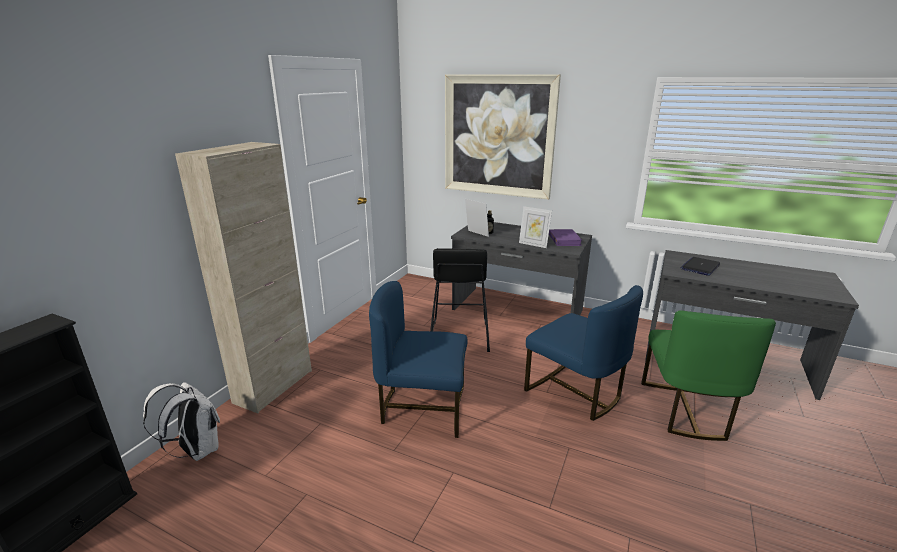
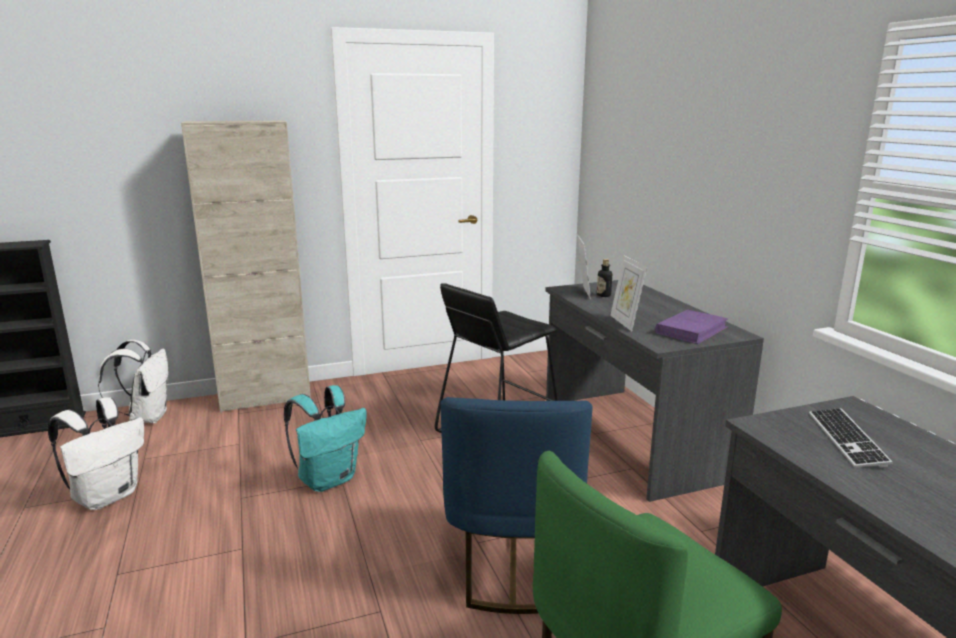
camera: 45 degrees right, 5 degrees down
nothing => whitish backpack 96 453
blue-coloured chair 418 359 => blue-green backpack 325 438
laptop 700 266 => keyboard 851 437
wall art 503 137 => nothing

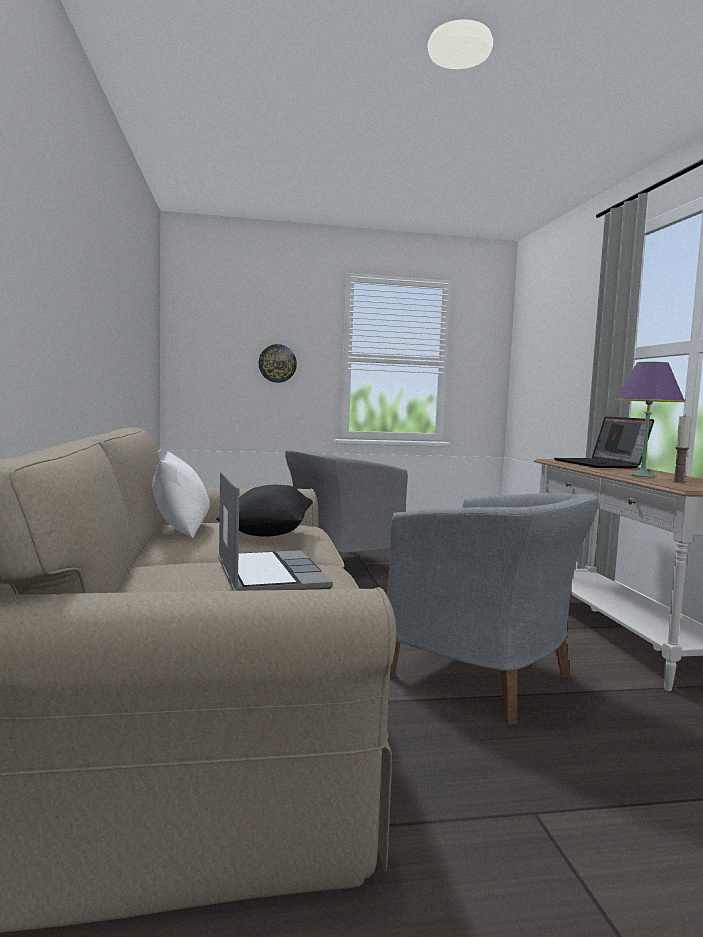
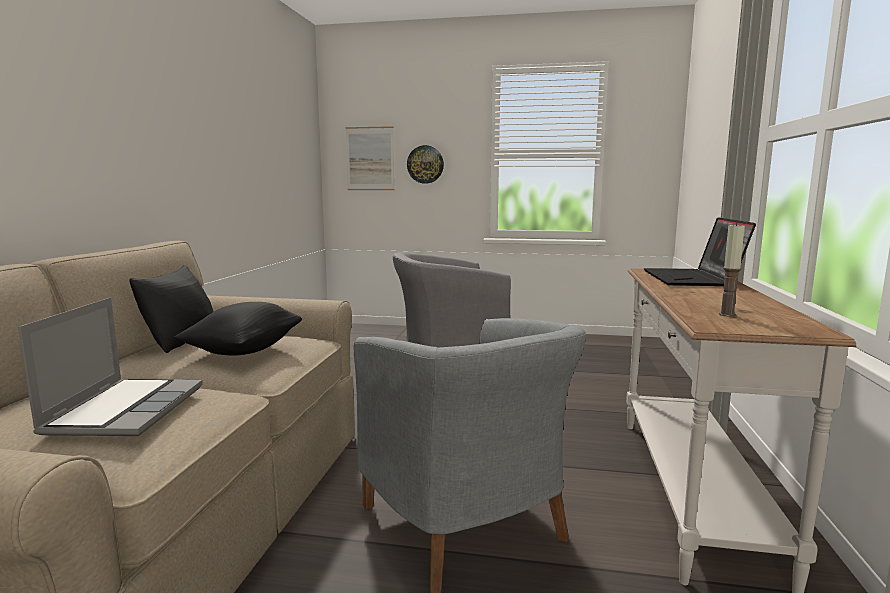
camera: 20 degrees right, 5 degrees up
whitish pillow 181 494 => black-coloured pillow 171 309
nothing => wall art 370 158
purple tabletop lamp 650 419 => nothing

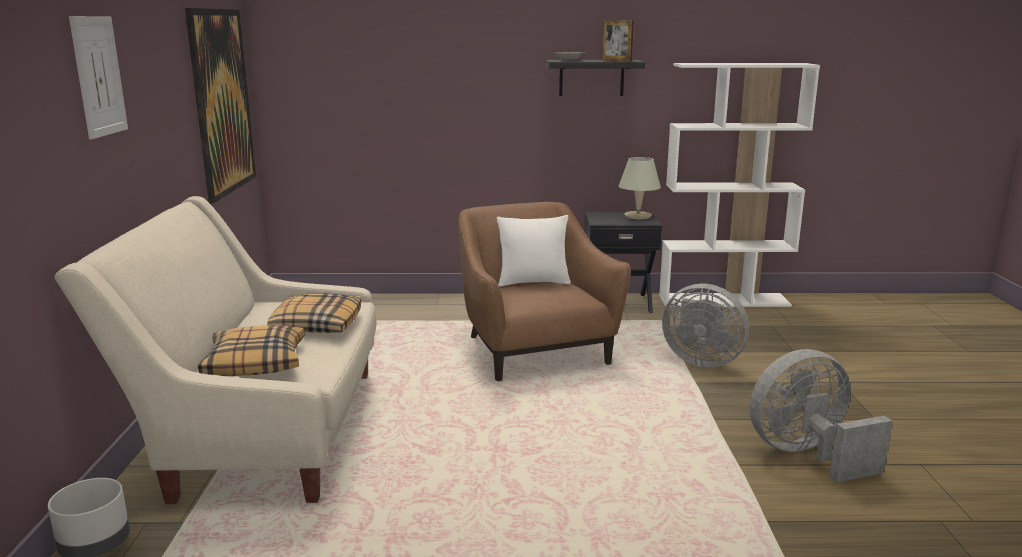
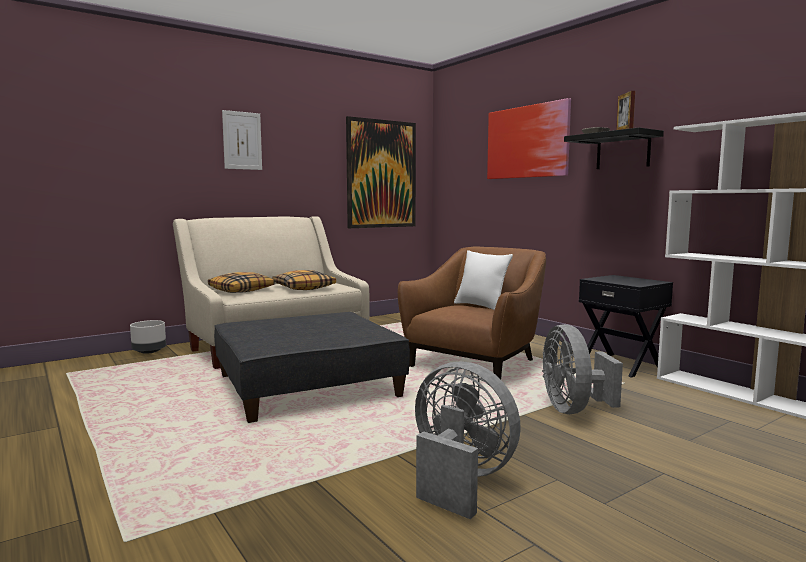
camera: 55 degrees right, 10 degrees down
nothing => gray ottoman 312 367
nothing => wall art 529 138
beige-coloured tabletop lamp 640 188 => nothing

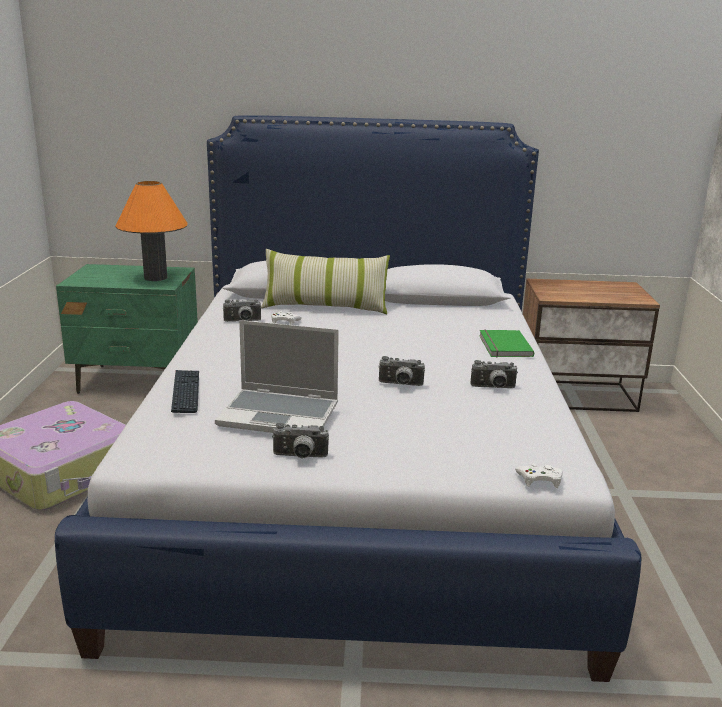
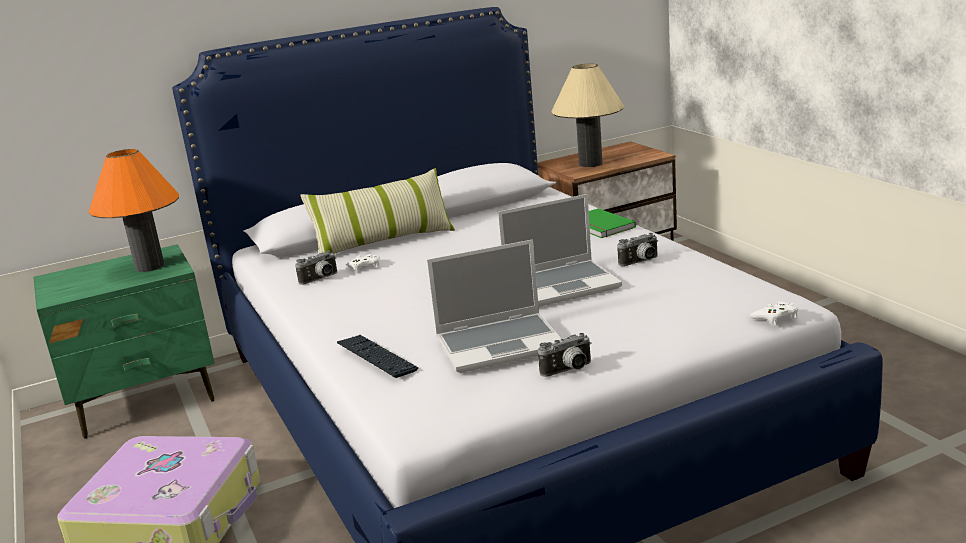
camera: 25 degrees left, 0 degrees up
photo camera 401 371 => laptop 560 250
nothing => beige-coloured tabletop lamp 587 115

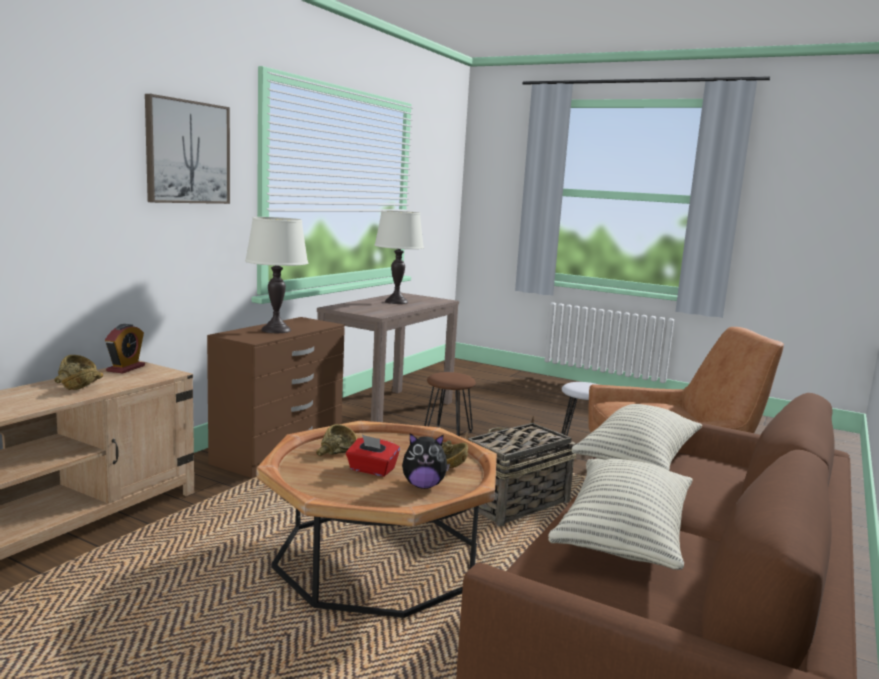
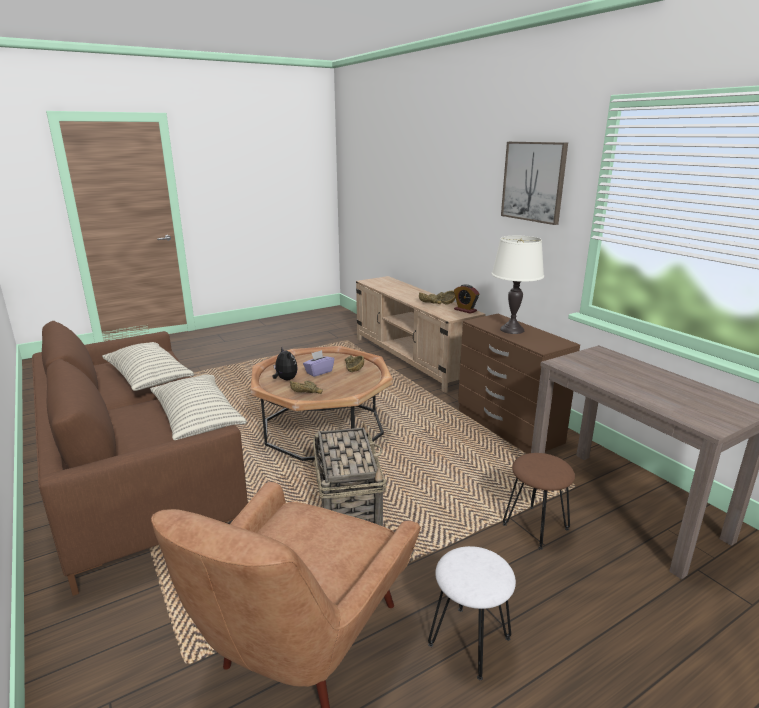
camera: 120 degrees right, 10 degrees up
plush toy 426 461 => plush toy 285 363, 120 degrees clockwise
red tissue box 373 456 => purple tissue box 318 363
whitish tabletop lamp 399 257 => nothing

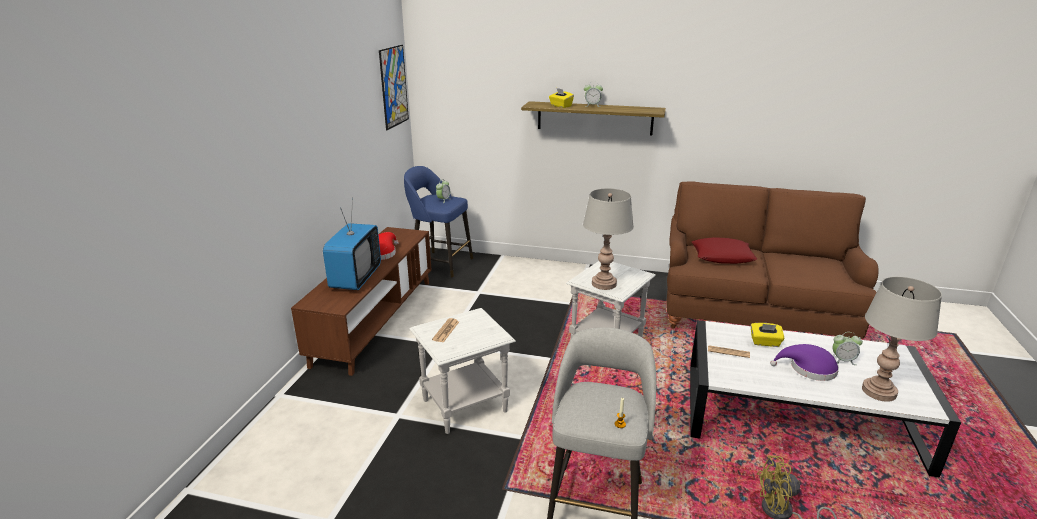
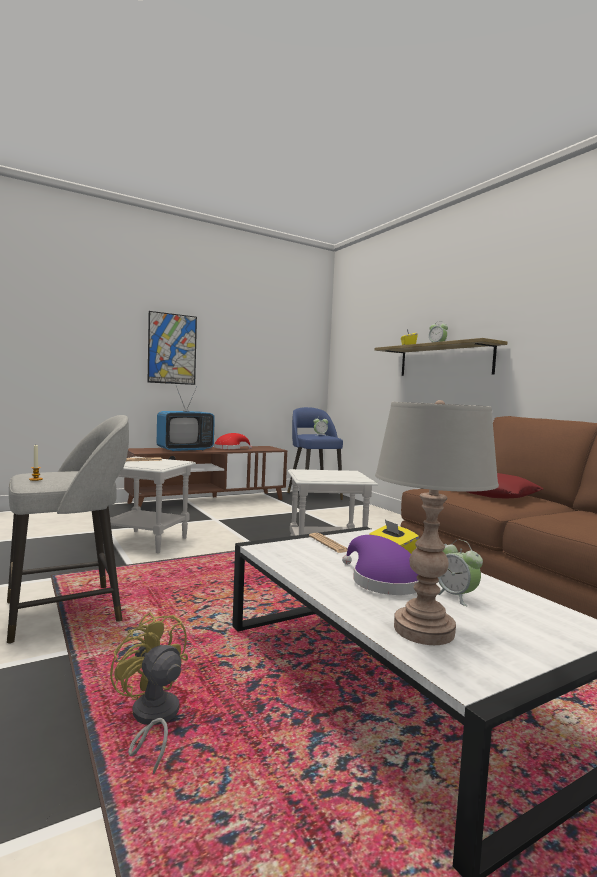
camera: 45 degrees right, 20 degrees down
wall art 394 87 => wall art 172 348, move
gray tabletop lamp 608 239 => nothing

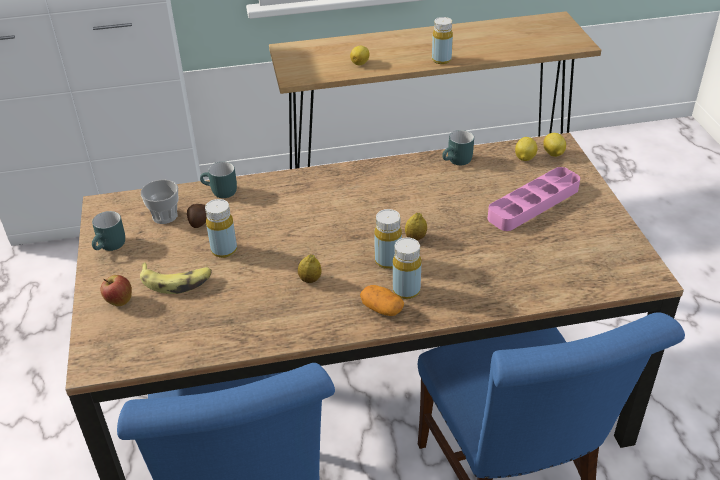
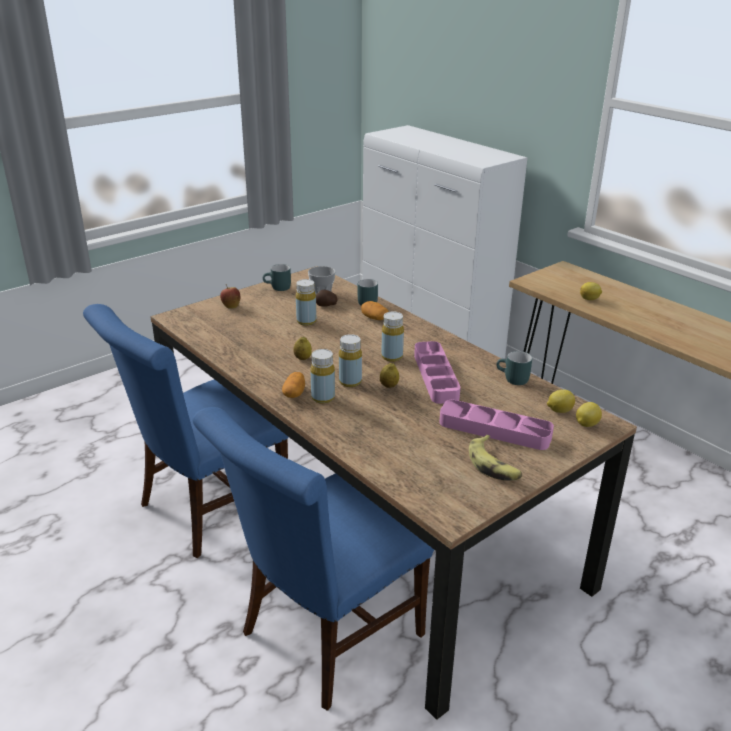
camera: 60 degrees right, 10 degrees down
nothing => spud 375 310
yellowish beverage bottle 442 40 => yellowish beverage bottle 392 336, move
nothing => pinkish serving tray 437 372
whole banana 176 278 => whole banana 495 458, move

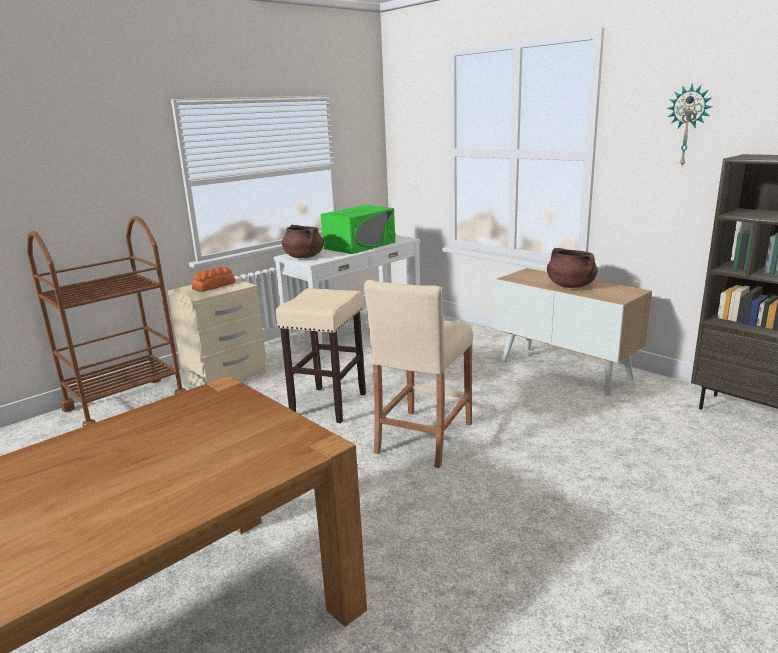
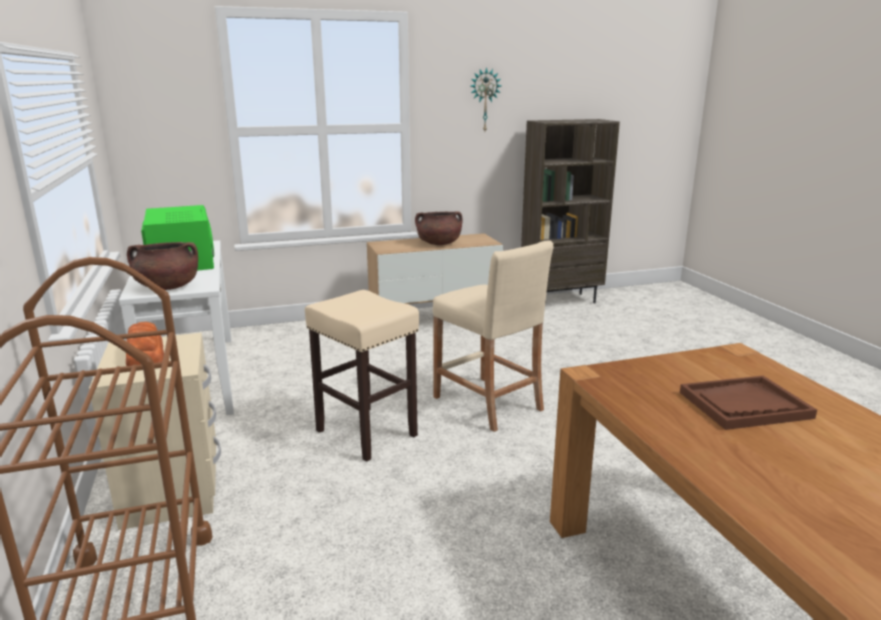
camera: 65 degrees left, 0 degrees up
nothing => brownish serving tray 748 403

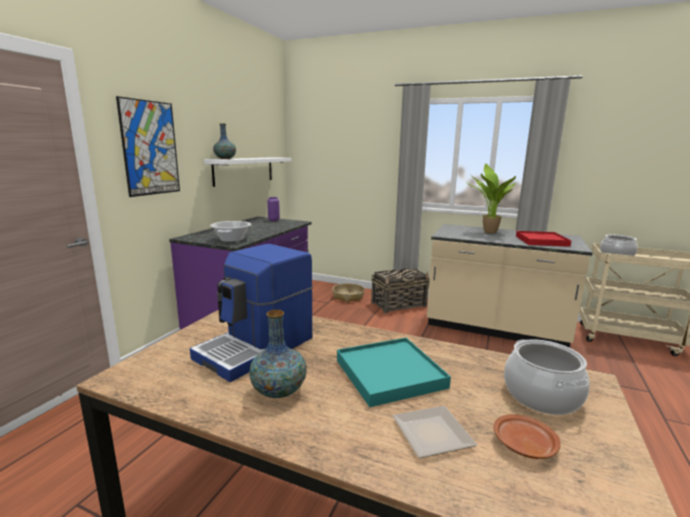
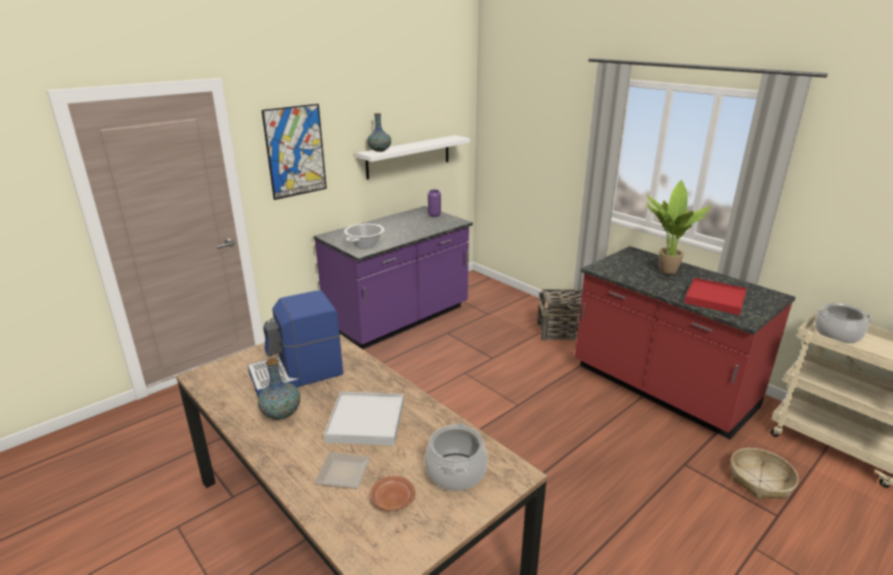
camera: 25 degrees right, 10 degrees up
blue-green serving tray 394 372 => whitish serving tray 364 419
beige-coloured kitchen base unit 510 286 => red kitchen base unit 685 343
basket 348 292 => basket 765 473, move

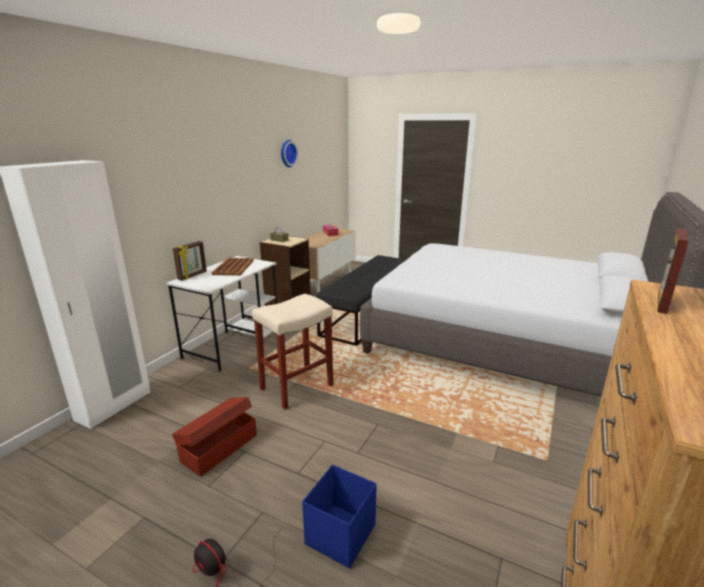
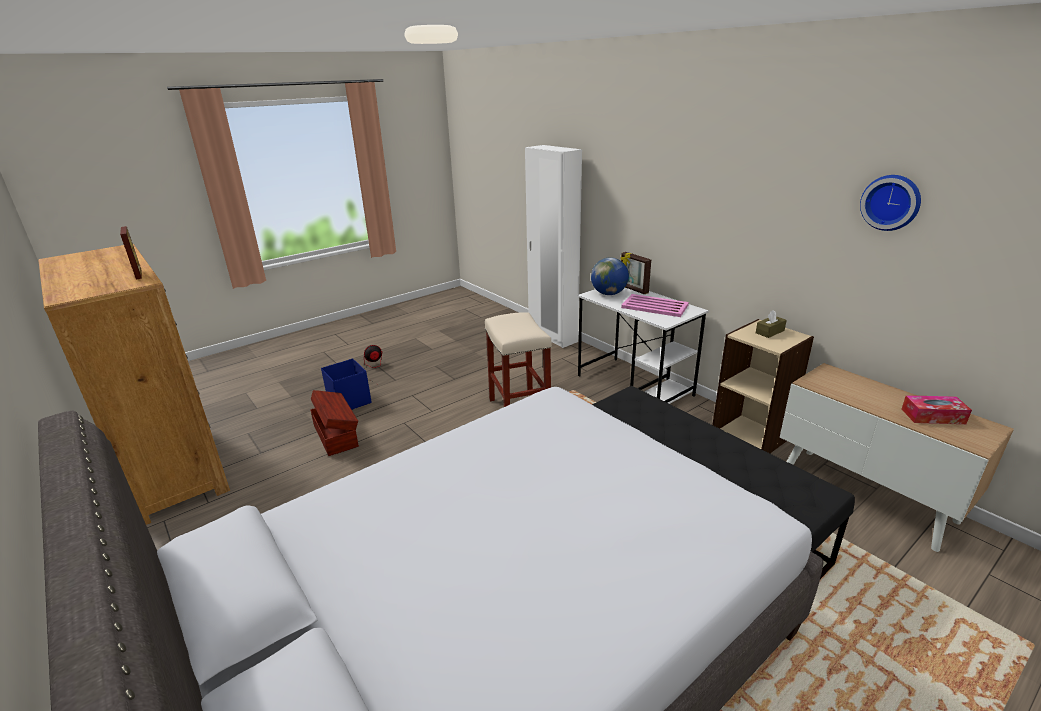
camera: 115 degrees right, 5 degrees up
brownish storage box 214 437 => brownish storage box 334 423, move
nothing => desk globe 610 276
brownish serving tray 233 267 => pinkish serving tray 655 305

